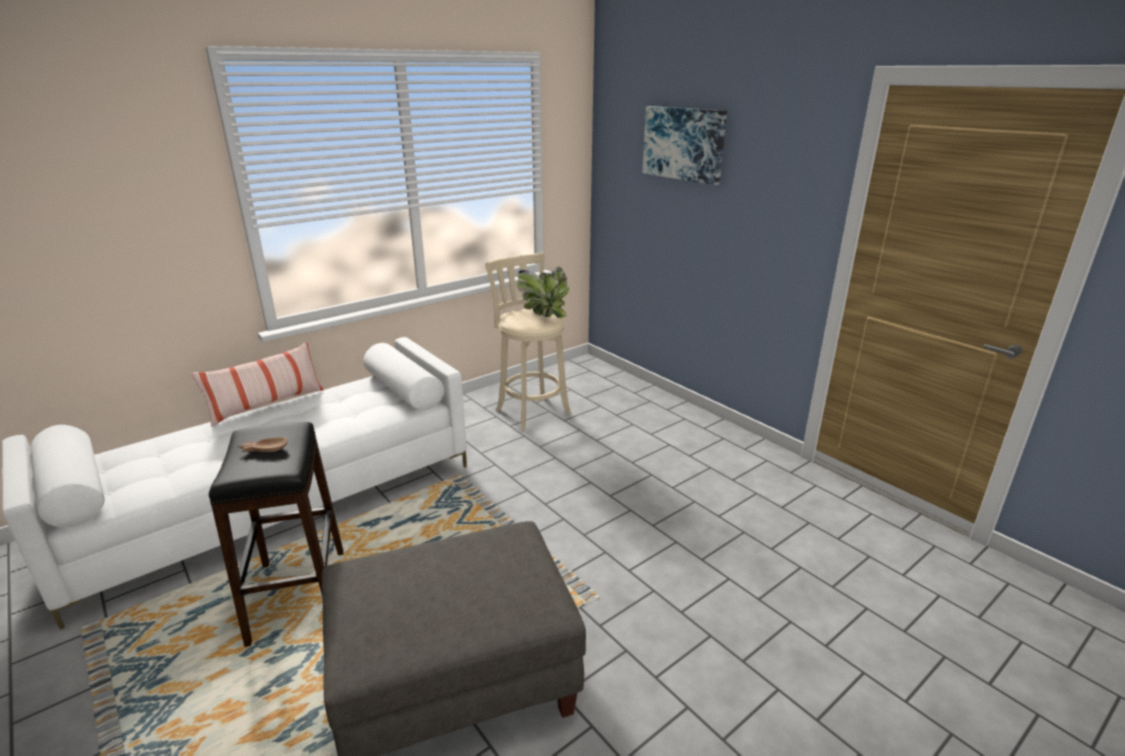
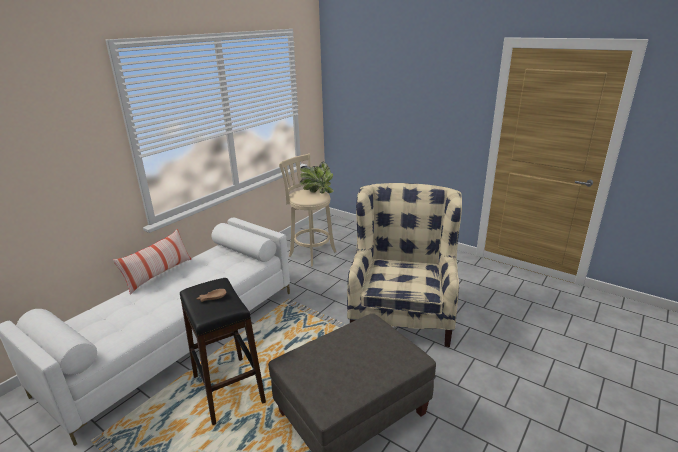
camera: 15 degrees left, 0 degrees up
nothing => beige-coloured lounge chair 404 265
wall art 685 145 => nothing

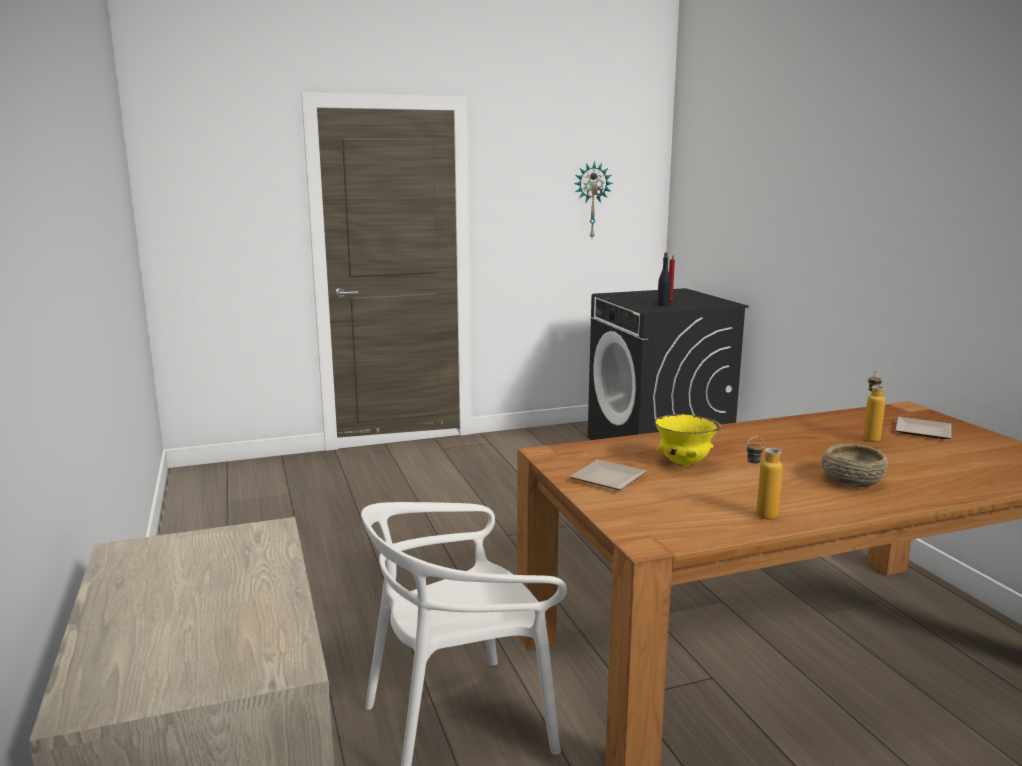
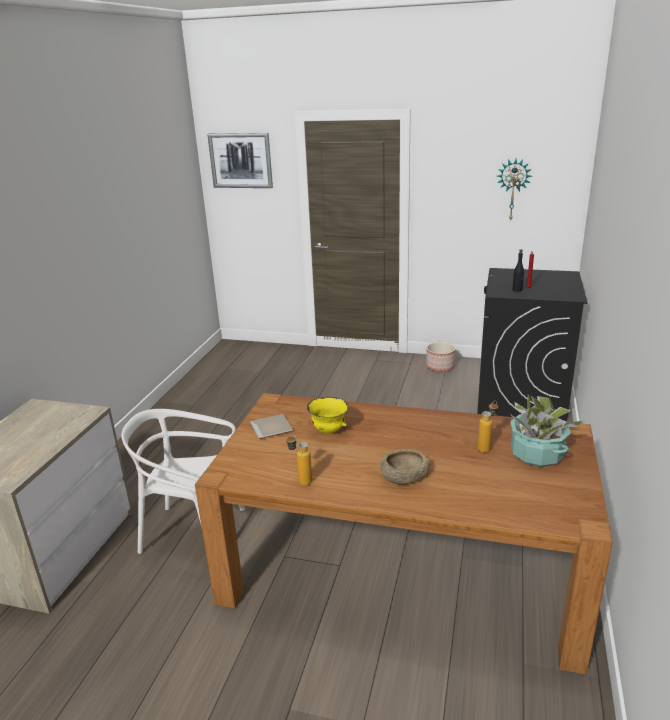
camera: 35 degrees right, 10 degrees up
nothing => wall art 240 160
nothing => planter 440 357
dinner plate 923 428 => houseplant 548 430

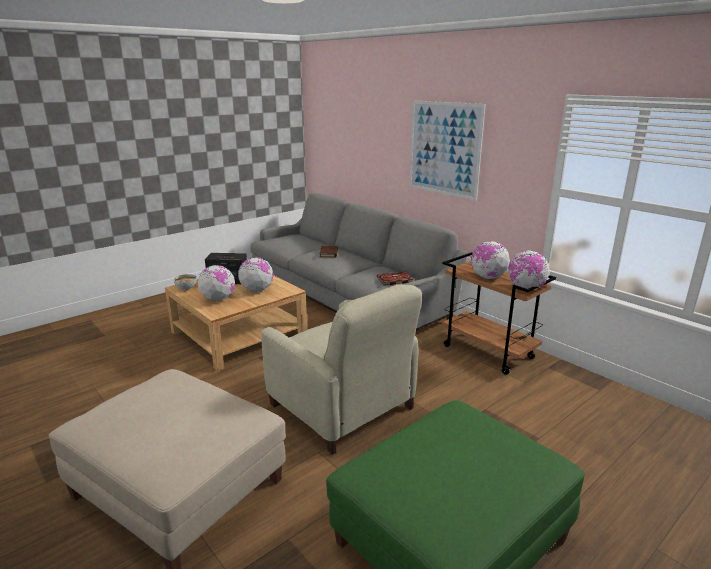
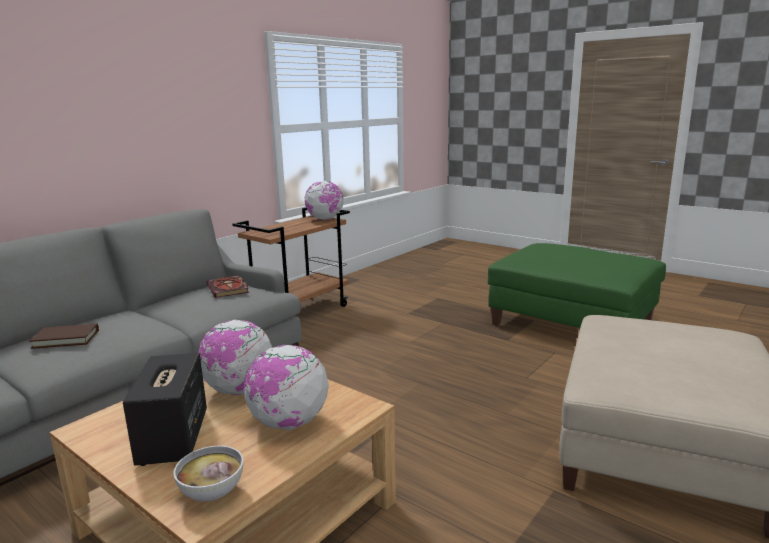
camera: 100 degrees left, 5 degrees down
beige-coloured lounge chair 342 370 => nothing
wall art 447 150 => nothing
desk globe 490 260 => nothing

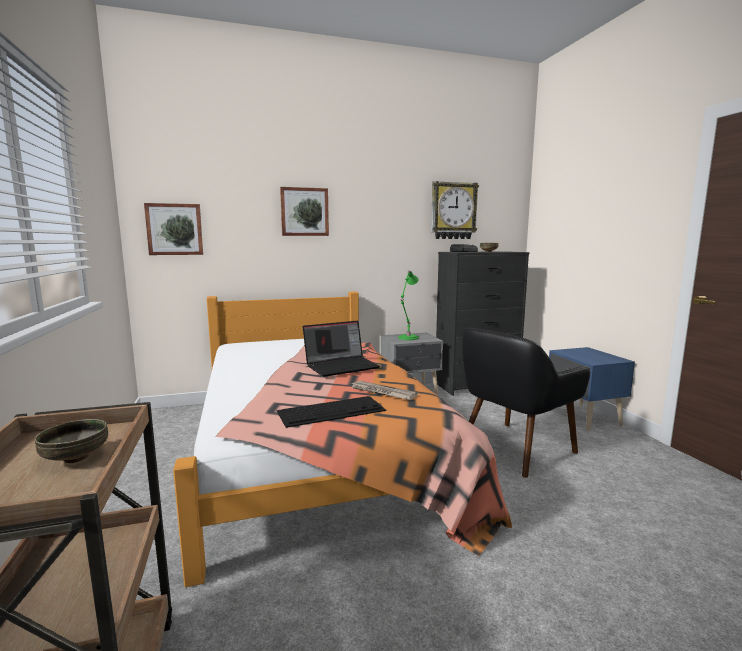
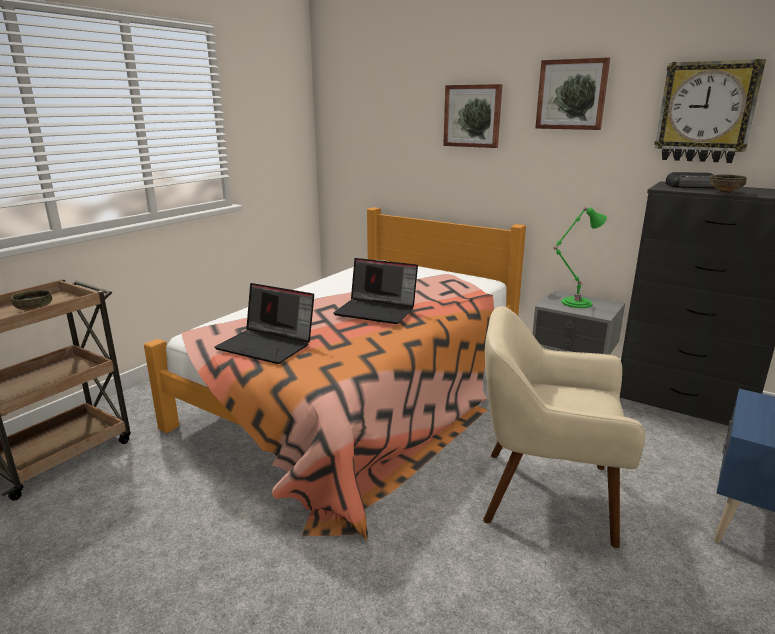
camera: 50 degrees right, 10 degrees up
keyboard 331 412 => laptop 264 323
black-coloured lounge chair 526 403 => beige-coloured lounge chair 564 427
wall art 173 229 => wall art 572 93, move
daily paper 384 390 => nothing

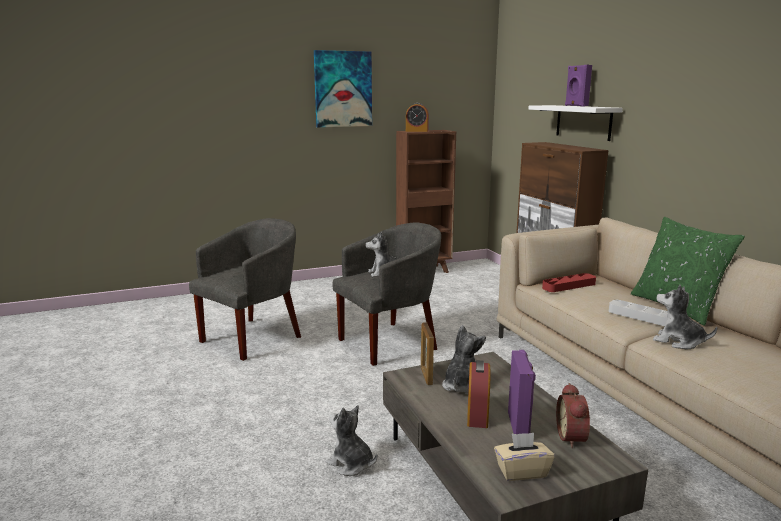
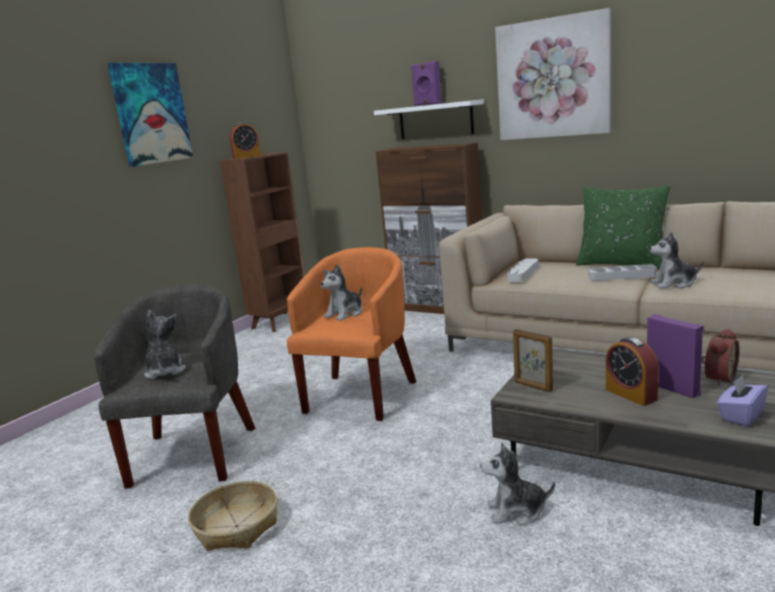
camera: 35 degrees left, 0 degrees up
plush toy 464 359 => plush toy 165 344, move
nothing => basket 232 516
gray lounge chair 386 294 => orangey lounge chair 351 334
nothing => wall art 553 74
red serving tray 569 282 => gray serving tray 523 270
alarm clock 573 415 => alarm clock 720 357, 105 degrees counterclockwise
beige-coloured tissue box 524 457 => purple tissue box 742 400

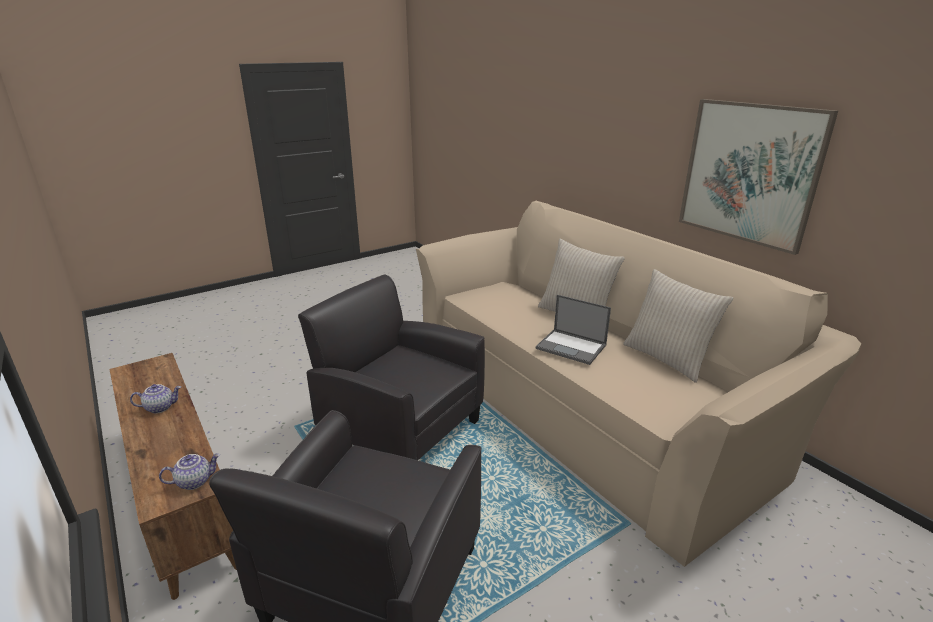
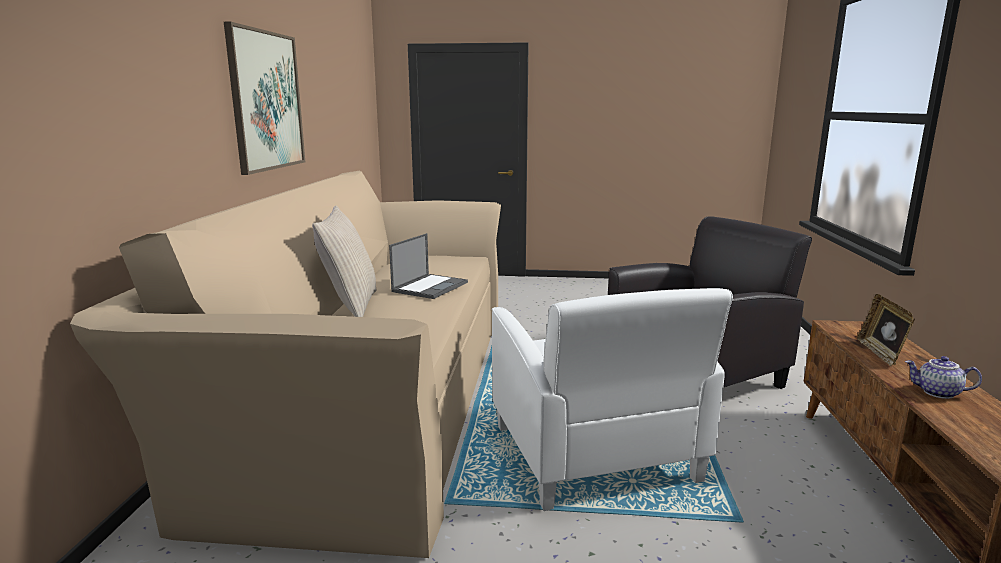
camera: 140 degrees left, 10 degrees down
laptop 573 330 => laptop 428 266, 45 degrees clockwise
black-coloured lounge chair 391 367 => whitish lounge chair 612 399
nothing => standing frame 886 330
tea pot 189 471 => nothing
beige-coloured pillow 678 326 => nothing

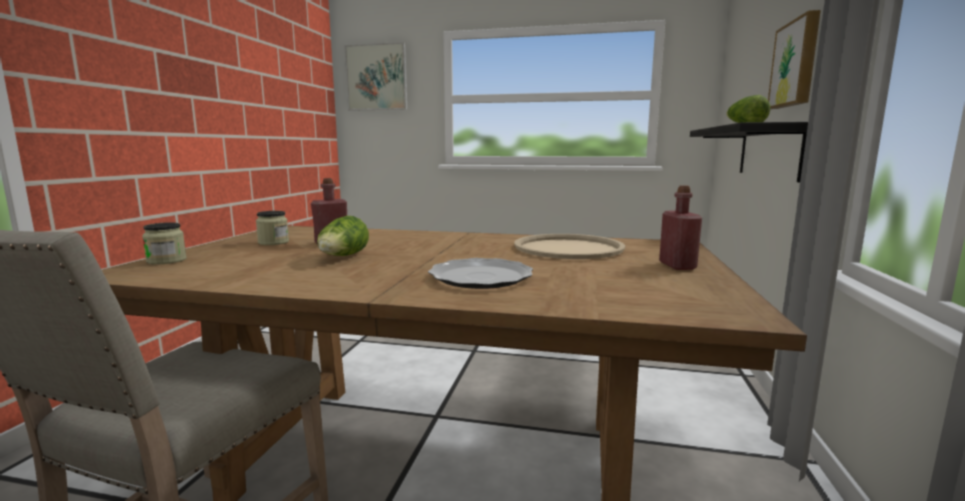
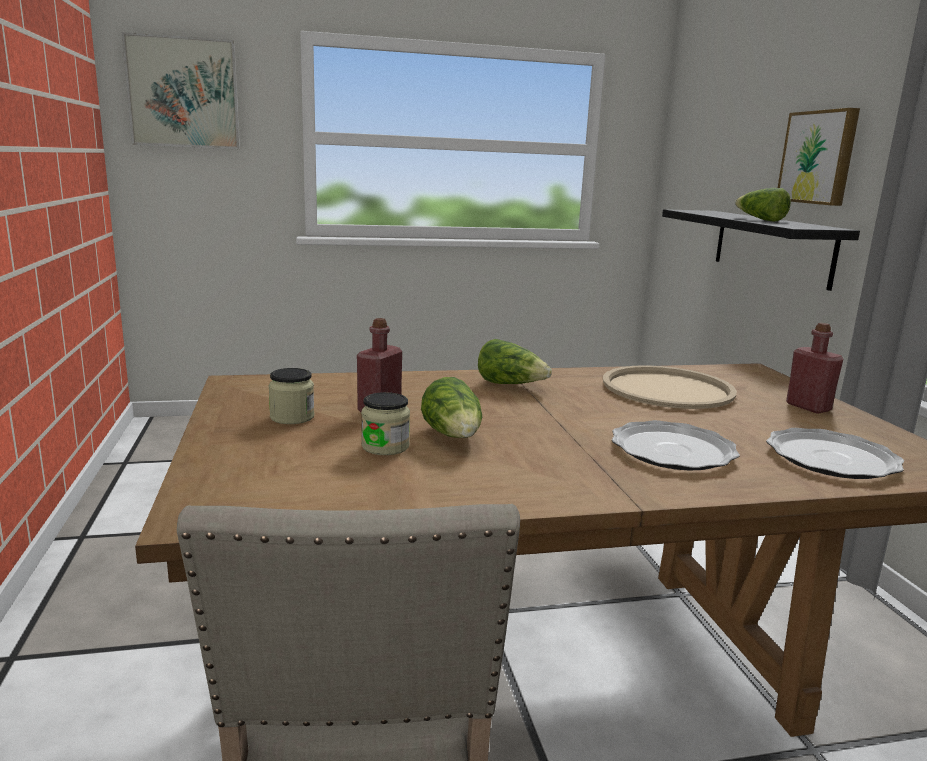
camera: 25 degrees left, 5 degrees up
jar 164 243 => jar 385 423, move
nothing => head of lettuce 515 361
nothing => dinner plate 835 453

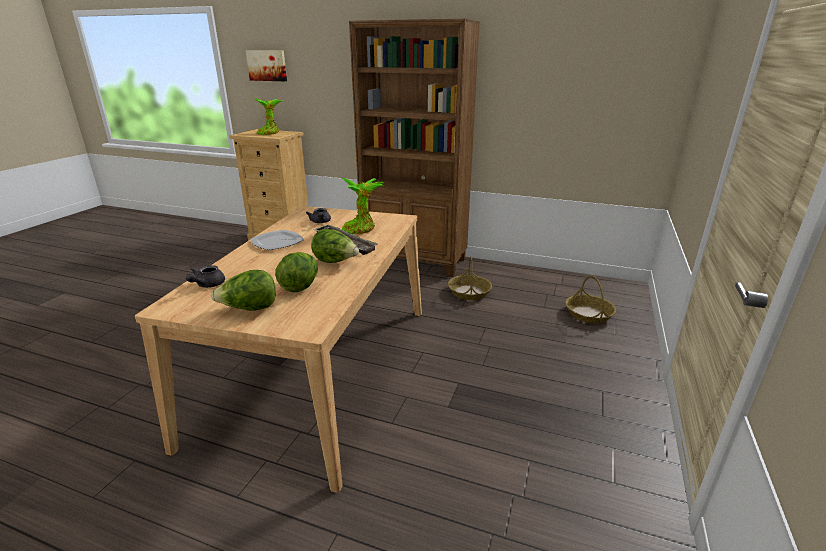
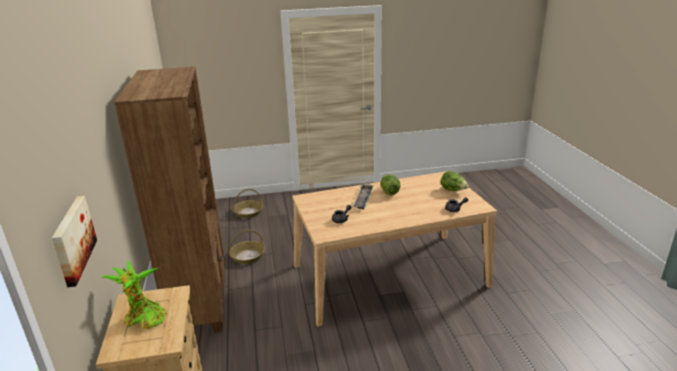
camera: 120 degrees left, 0 degrees up
dinner plate 277 240 => nothing
head of lettuce 296 272 => nothing
houseplant 363 206 => nothing

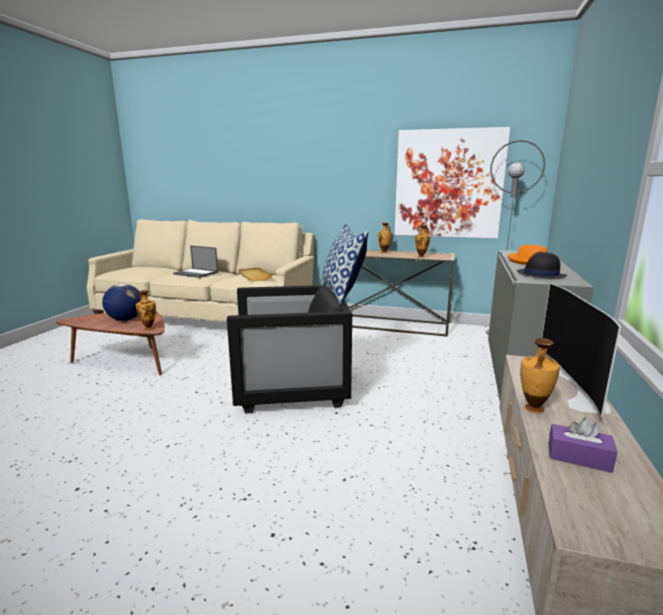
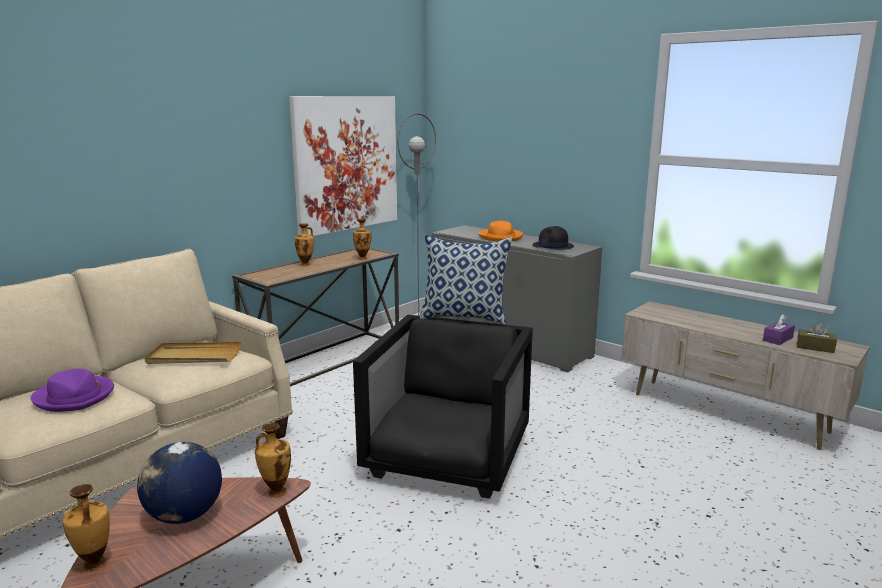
camera: 65 degrees left, 0 degrees up
laptop 195 261 => purple clothing hat 72 390
decorative vase 540 376 => decorative vase 86 527, move
nothing => brownish tissue box 817 337
television 581 350 => nothing

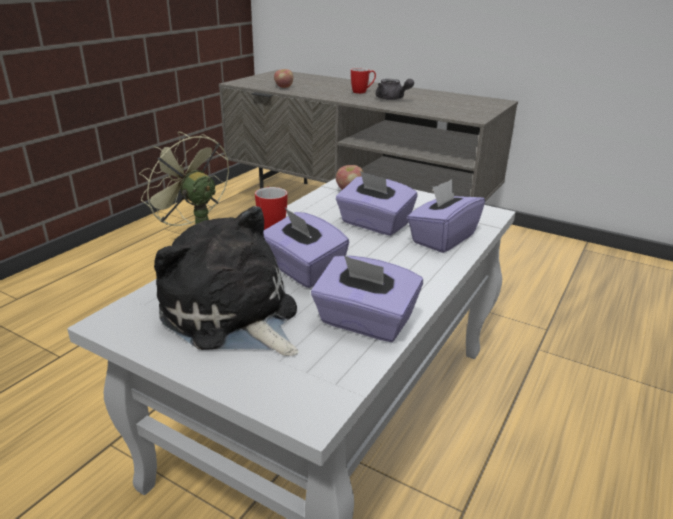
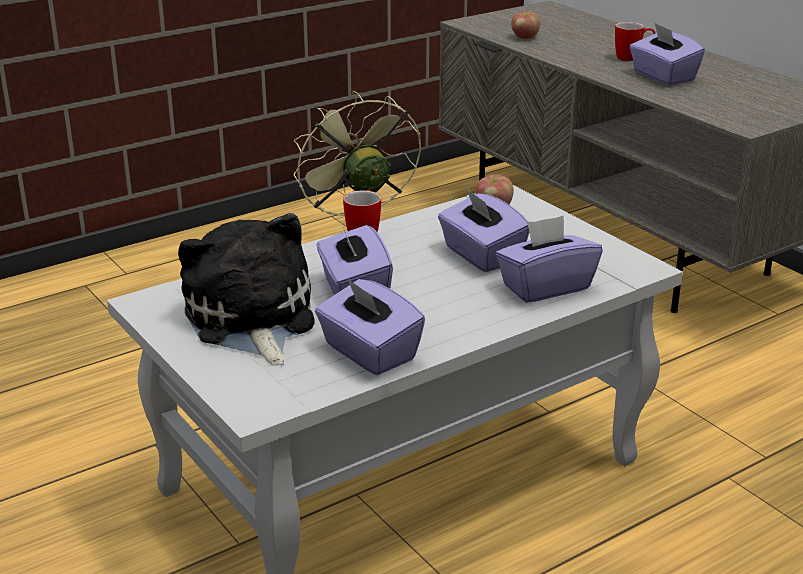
camera: 25 degrees right, 0 degrees up
gray tea pot 395 89 => purple tissue box 667 54

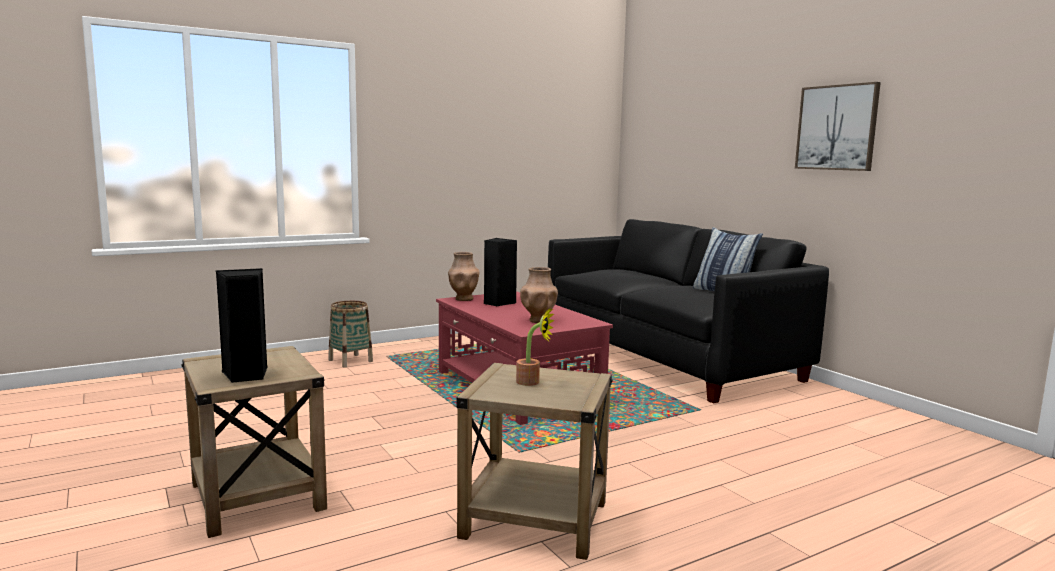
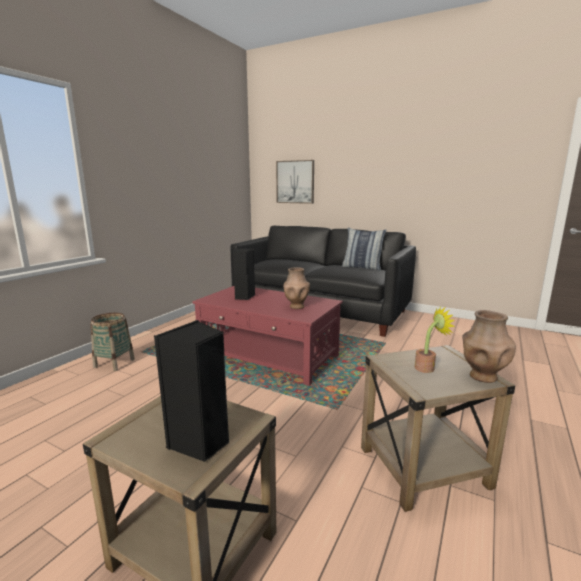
camera: 30 degrees left, 5 degrees up
wall art 838 126 => wall art 295 182, move
brownish decorative vase 464 276 => brownish decorative vase 489 346, move

